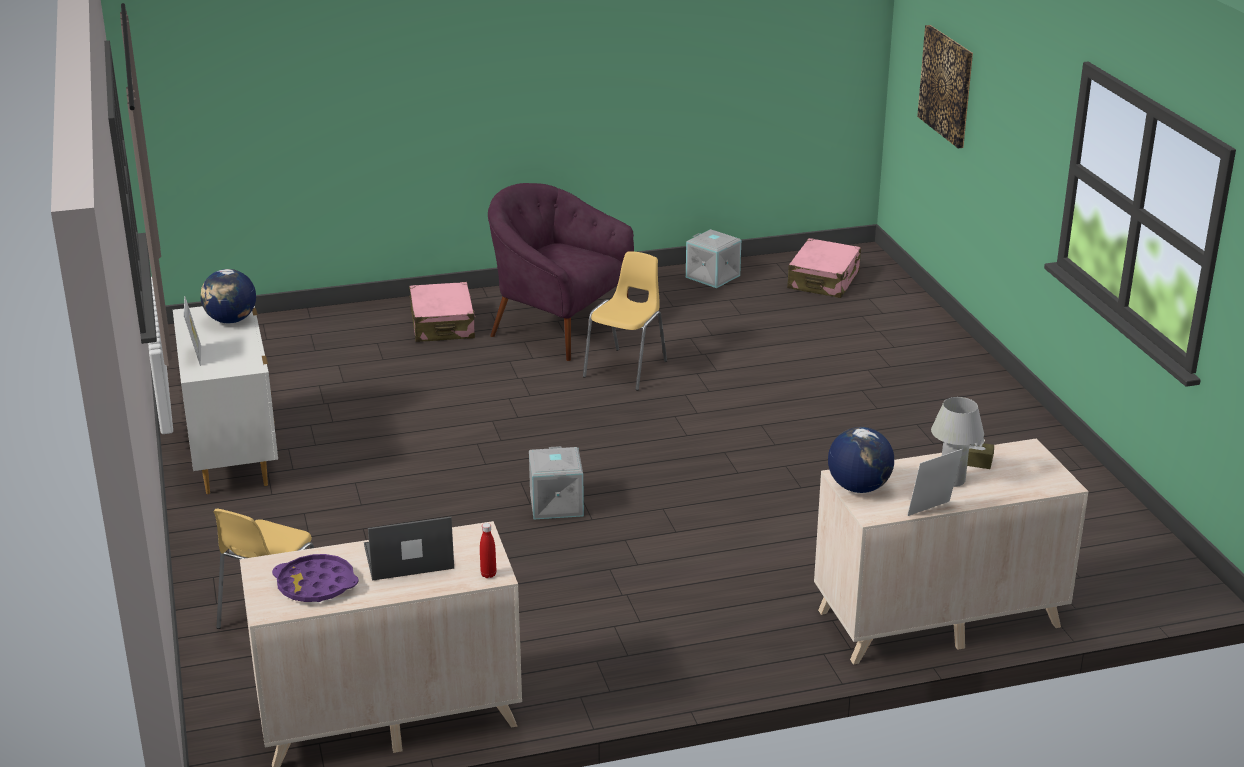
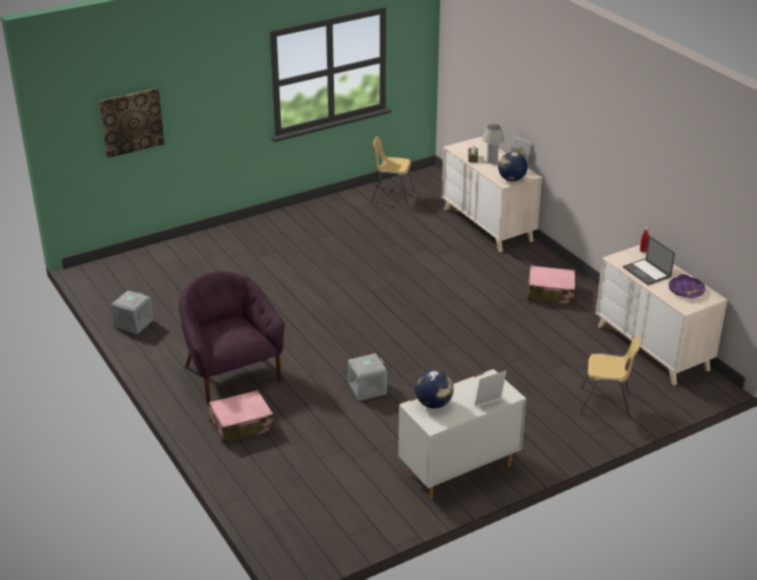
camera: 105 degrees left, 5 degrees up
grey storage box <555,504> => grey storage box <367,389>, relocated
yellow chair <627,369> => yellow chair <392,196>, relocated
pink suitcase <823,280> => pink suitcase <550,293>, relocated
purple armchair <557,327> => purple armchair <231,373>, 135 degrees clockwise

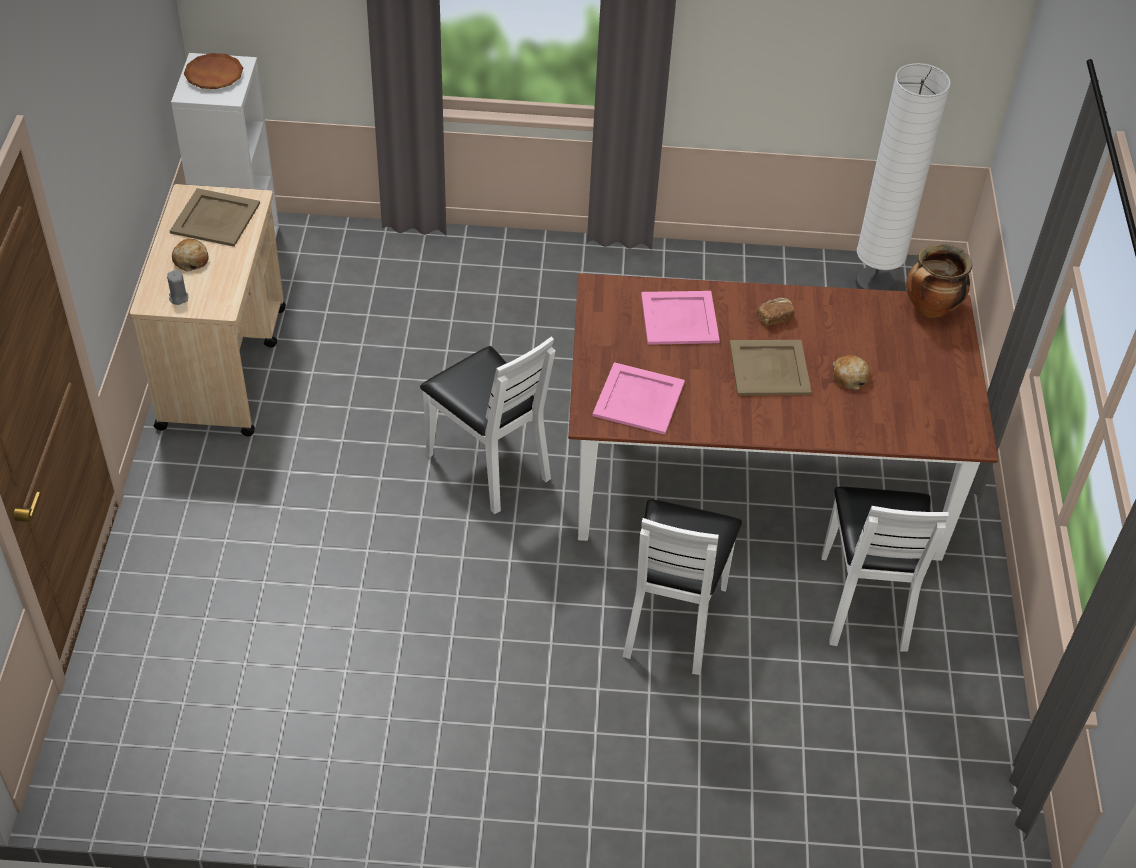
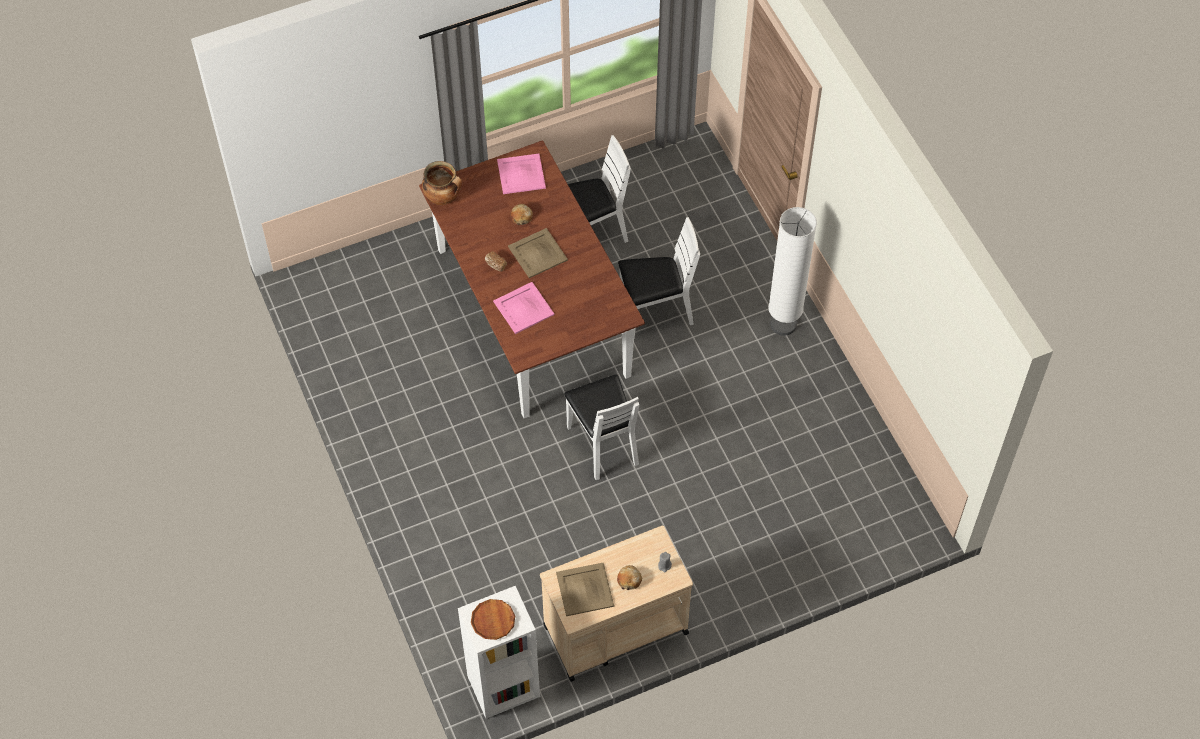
camera: 115 degrees left, 10 degrees up
pink tray <639,399> => pink tray <521,174>, relocated
white floor lamp <874,284> => white floor lamp <783,324>, relocated
white chair <489,464> => white chair <603,444>, 135 degrees clockwise

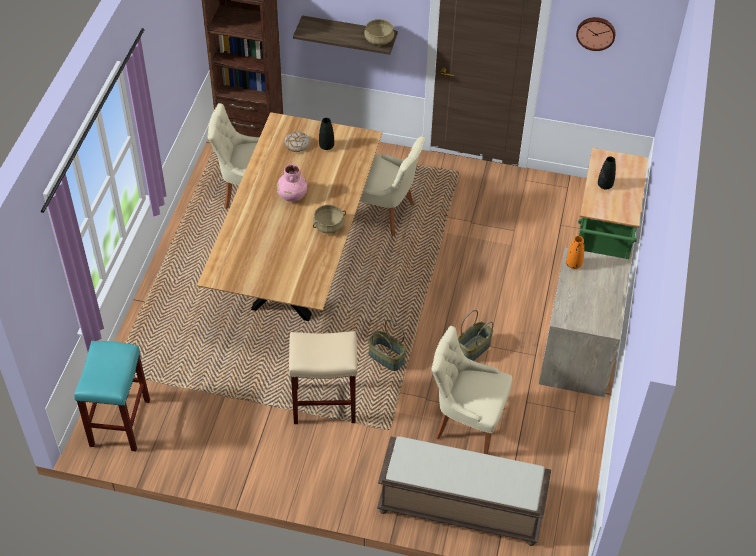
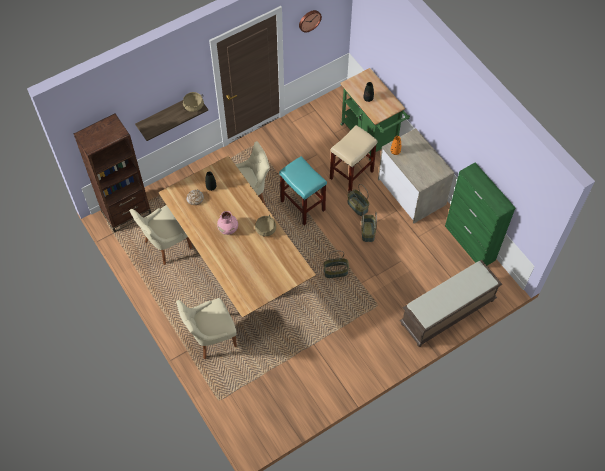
camera: 45 degrees left, 10 degrees up
nothing => basket <358,206>
nothing => green cabinet <470,243>
turquoise stool <120,422> => turquoise stool <302,205>, relocated
beige stool <323,404> => beige stool <351,175>, relocated
beige chair <466,422> => beige chair <211,338>, relocated

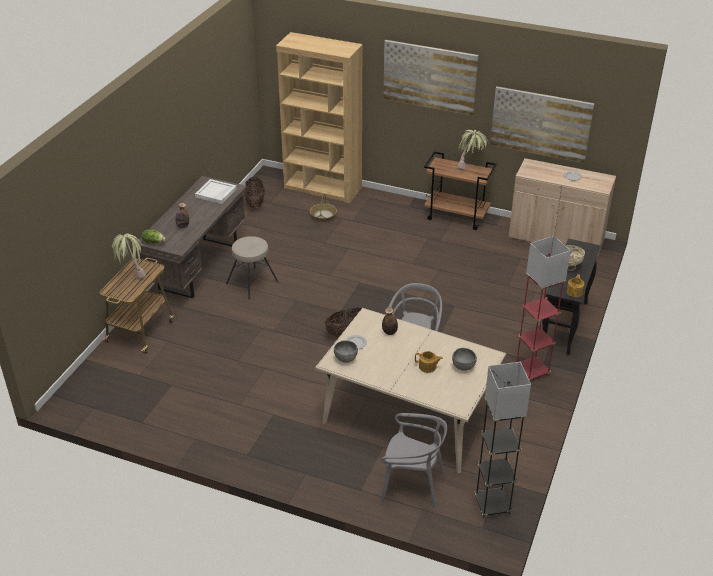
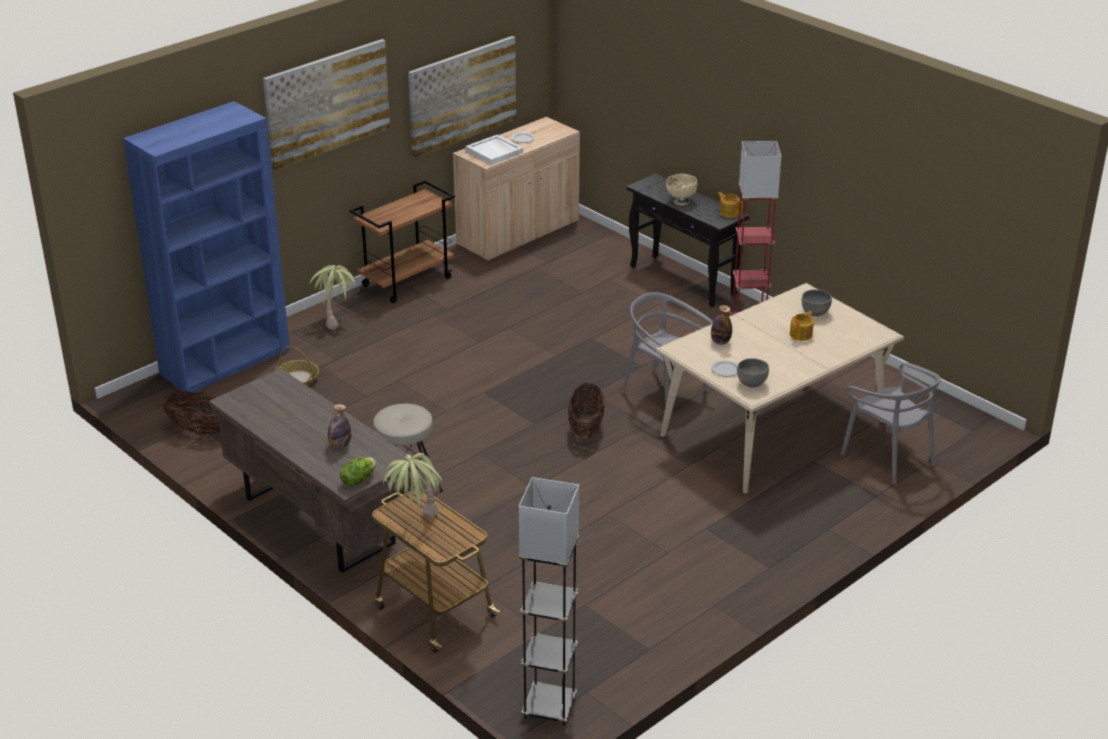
camera: 65 degrees left, 5 degrees down
white tray <216,193> => white tray <495,152>, relocated
potted plant <470,168> => potted plant <337,321>, relocated
grey floor lamp <492,505> => grey floor lamp <549,708>, relocated
brown bookcase <323,188> => blue bookcase <225,362>
grey chair <412,486> => grey chair <888,458>, 105 degrees clockwise

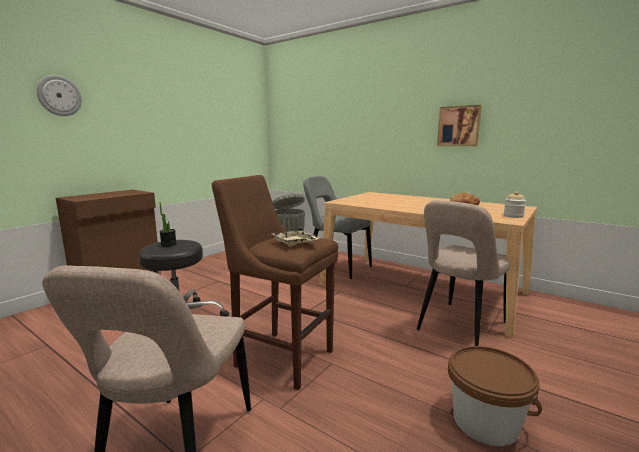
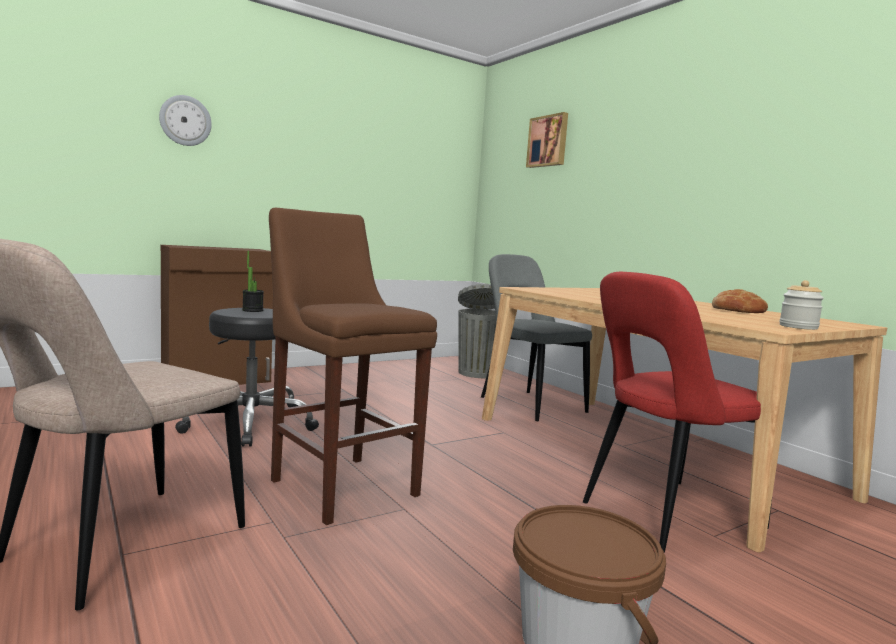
camera: 20 degrees right, 5 degrees down
beige tray <294,243> => nothing
picture <459,126> => picture <548,141>, relocated
beige chair <459,327> => red chair <664,516>

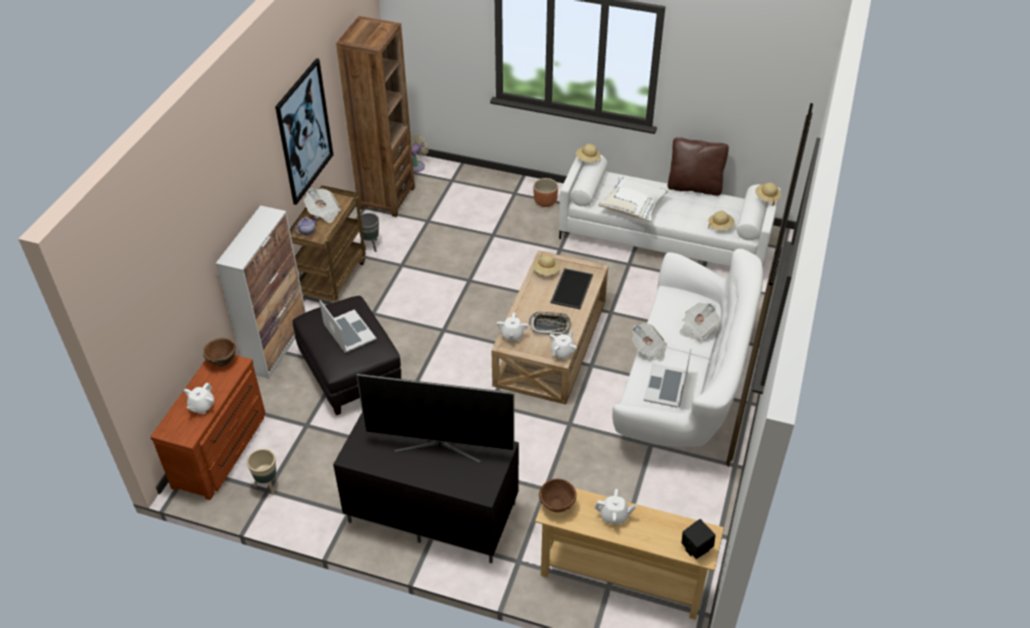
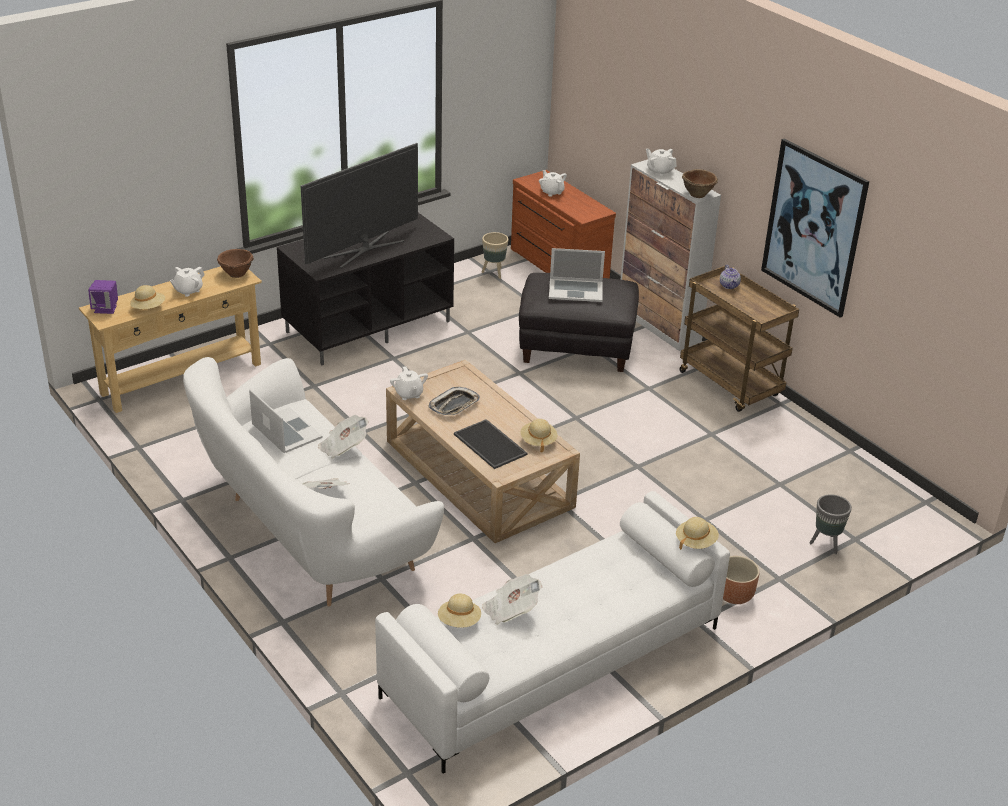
camera: 125 degrees right, 10 degrees down
brown bookcase <386,198> => nothing
beige fan <417,165> => nothing
white pillow <633,207> => nothing
brown pillow <694,187> => nothing
brown bowl <222,361> => brown bowl <697,194>, relocated
newspaper <323,212> => newspaper <510,610>, relocated
grey planter <371,246> => grey planter <825,544>, relocated
white teapot <512,335> => white teapot <659,171>, relocated
beige hat <767,198> => beige hat <148,308>, relocated
black speaker <695,548> => purple speaker <106,309>

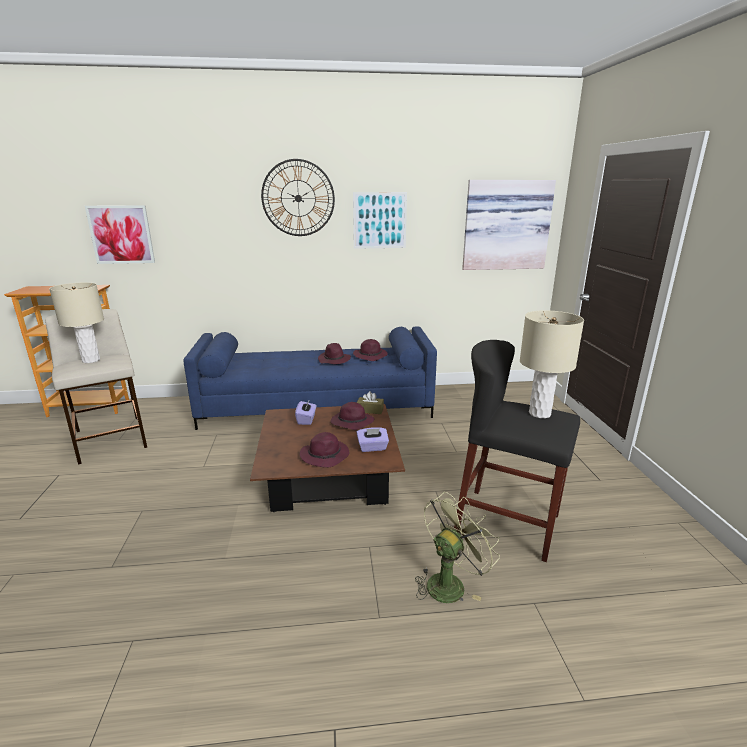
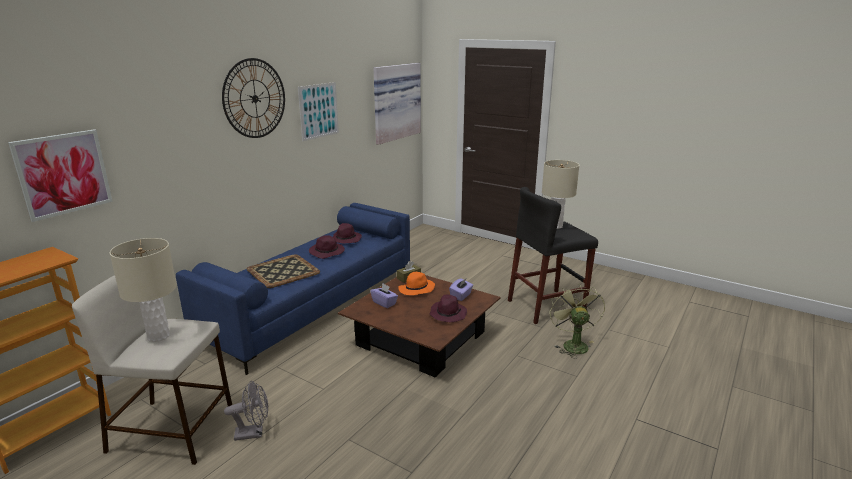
camera: 50 degrees left, 0 degrees up
nothing => grey fan <253,433>
nothing => tray <283,271>
purple hat <351,423> => orange hat <416,290>

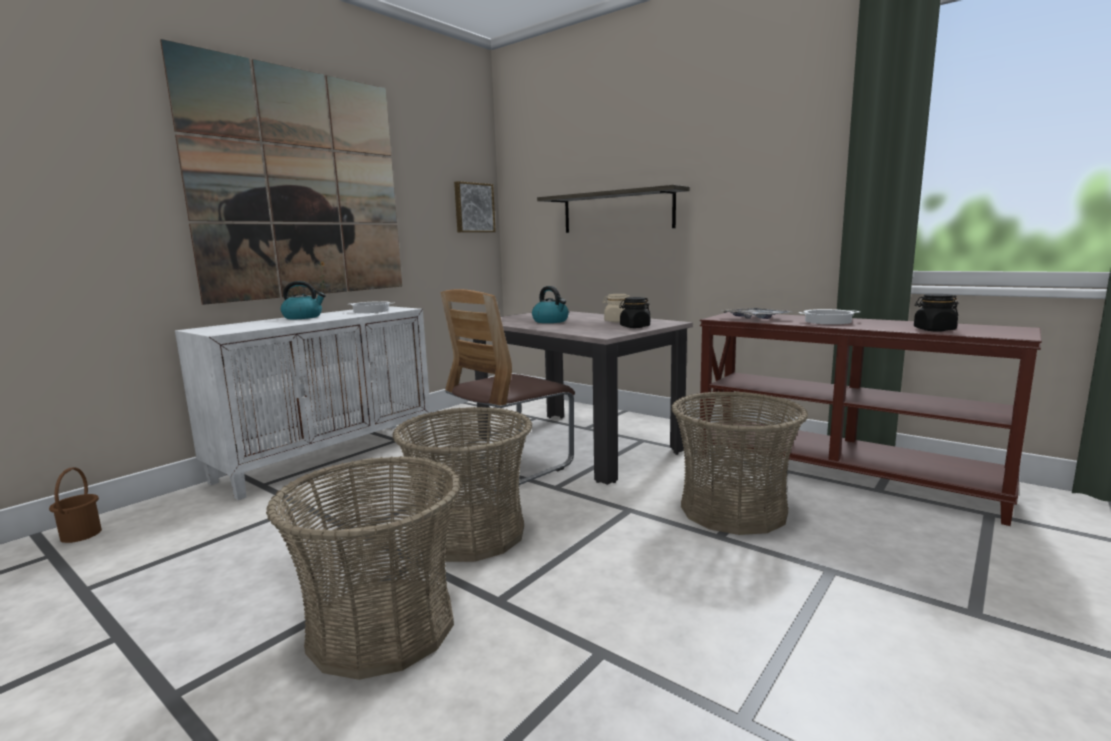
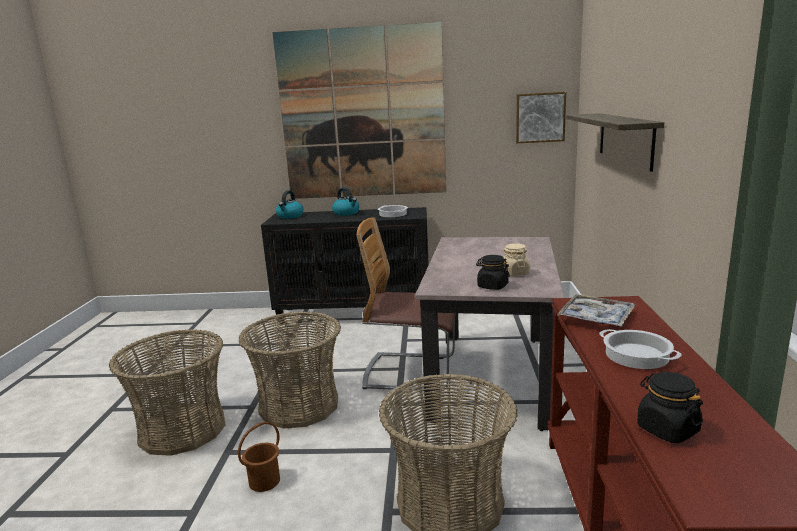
camera: 55 degrees right, 5 degrees up
brown bucket <82,534> => brown bucket <265,481>, relocated
kettle <551,321> => kettle <290,216>, relocated
white cabinet <328,456> => black cabinet <355,314>

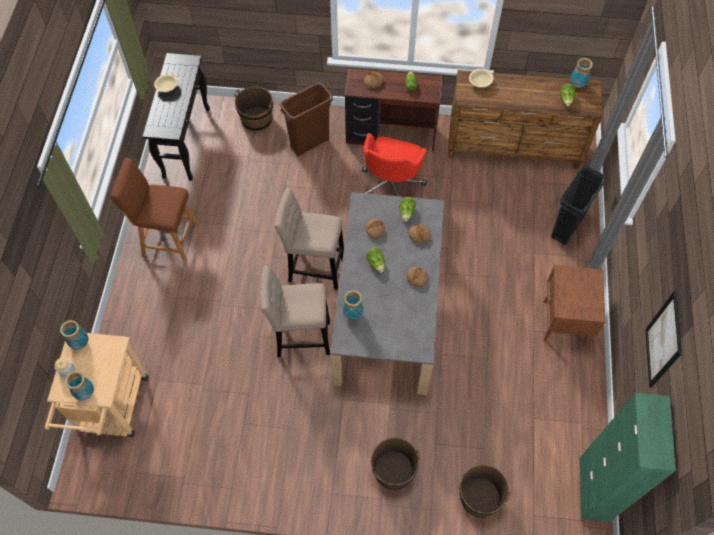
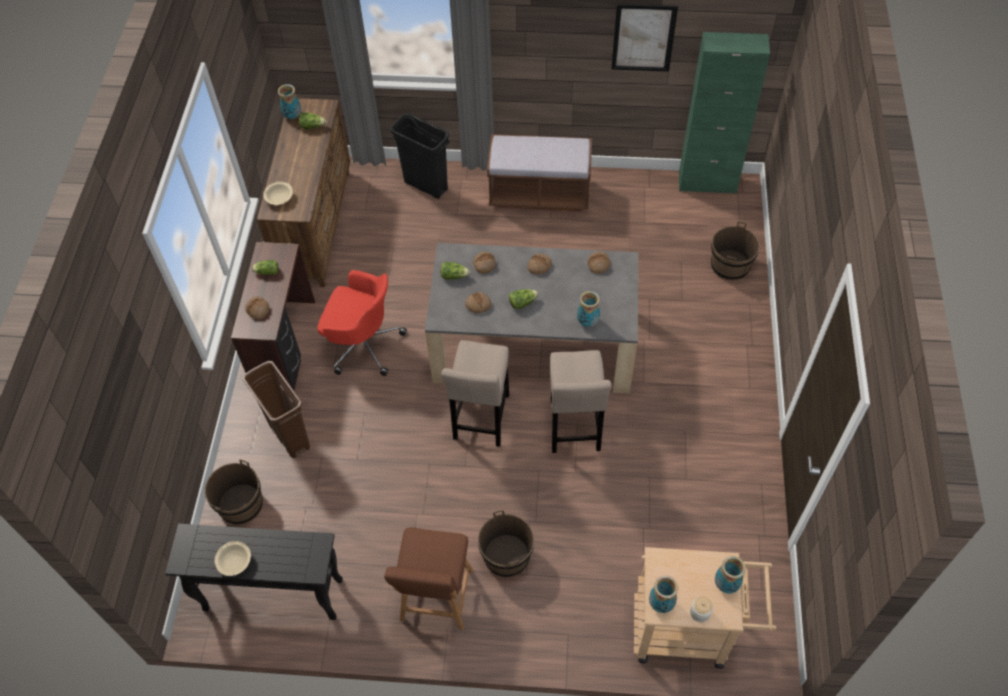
camera: 90 degrees left, 5 degrees down
nothing => bread <598,264>
brown bucket <393,470> => brown bucket <506,556>, relocated
brown nightstand <564,323> => brown bench <539,194>

